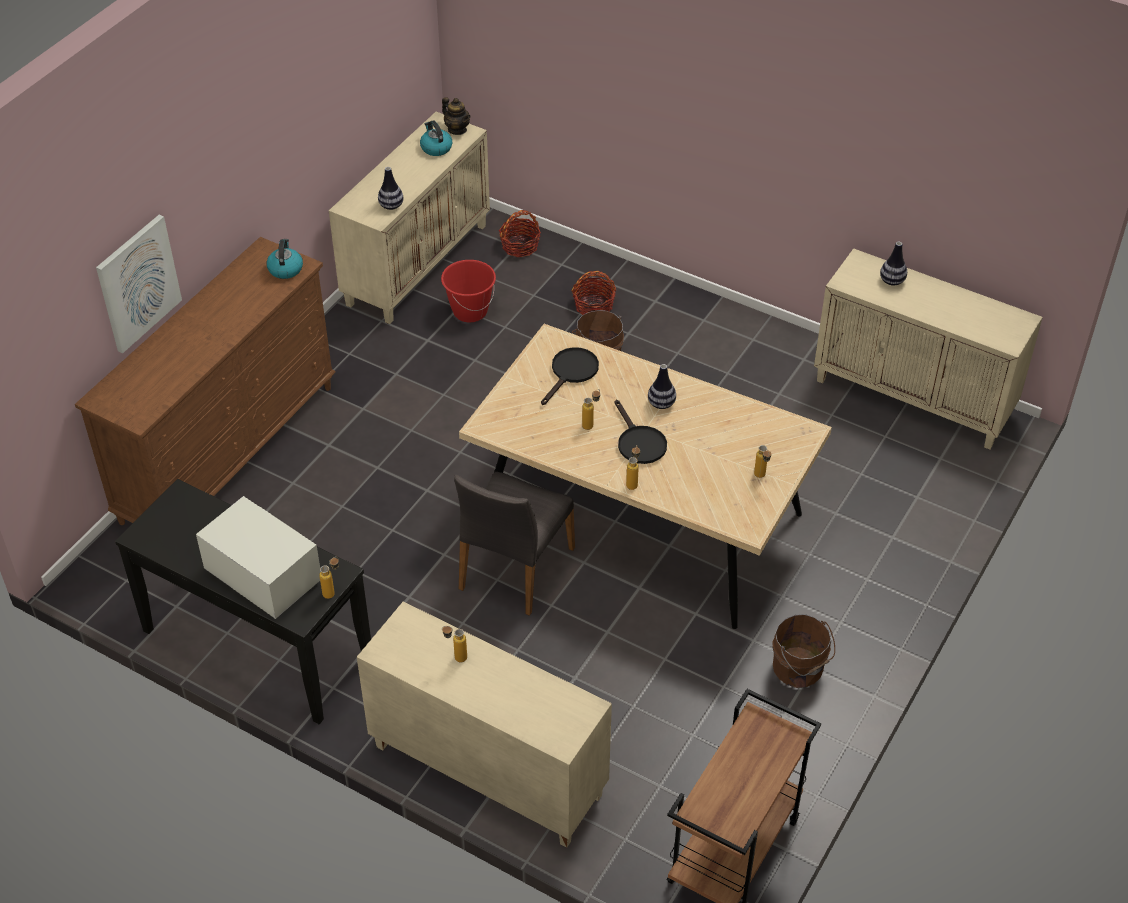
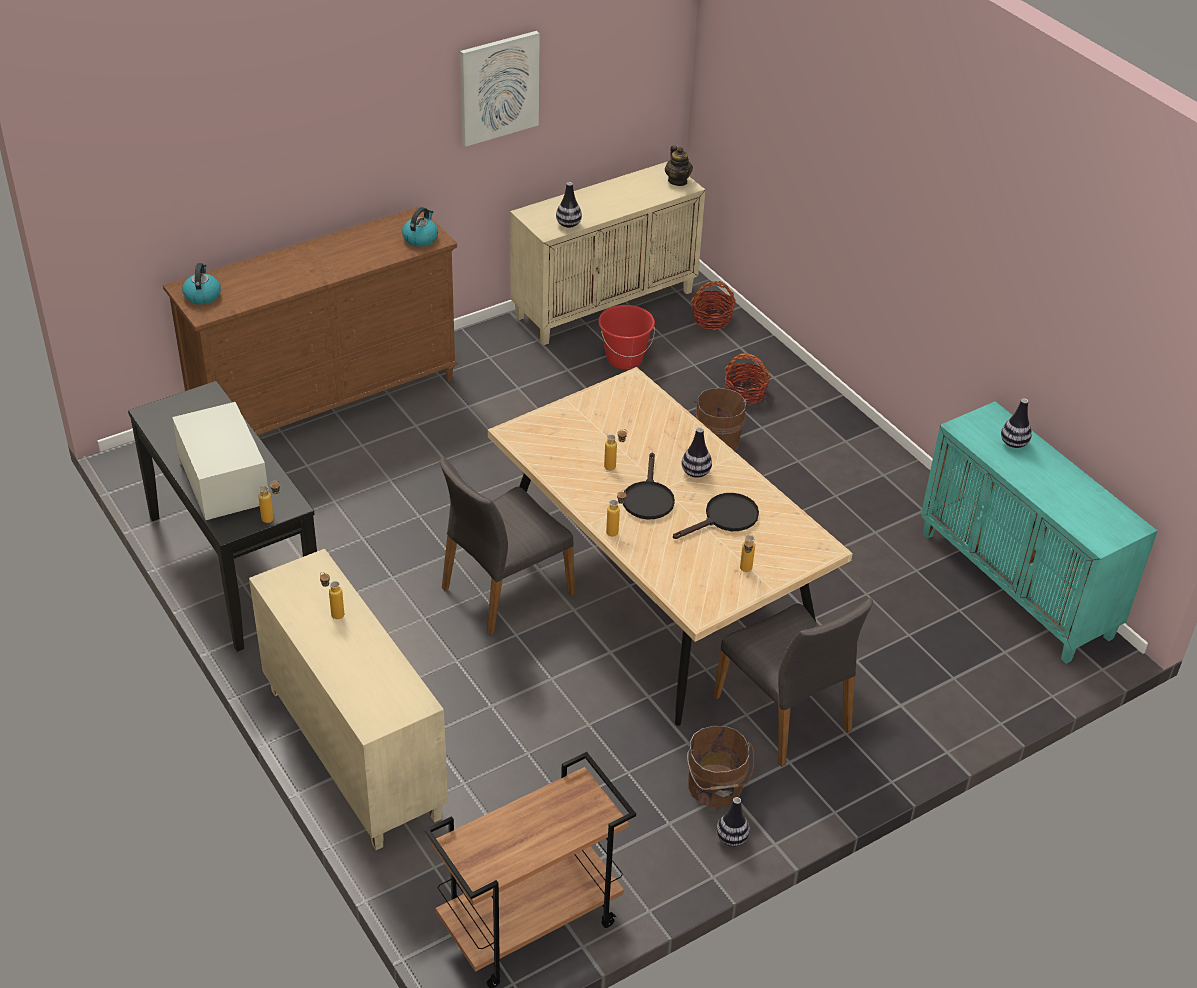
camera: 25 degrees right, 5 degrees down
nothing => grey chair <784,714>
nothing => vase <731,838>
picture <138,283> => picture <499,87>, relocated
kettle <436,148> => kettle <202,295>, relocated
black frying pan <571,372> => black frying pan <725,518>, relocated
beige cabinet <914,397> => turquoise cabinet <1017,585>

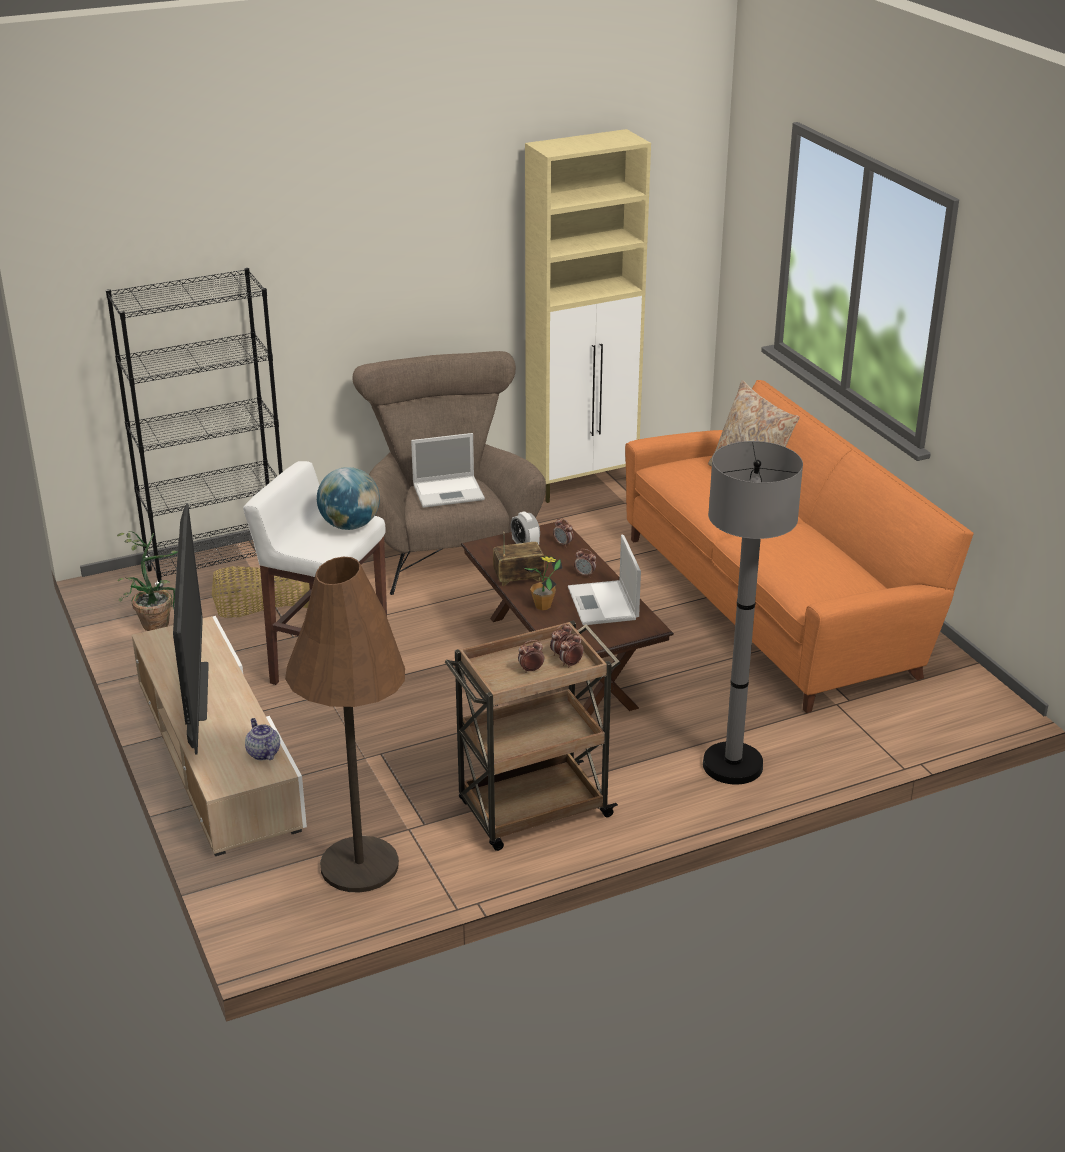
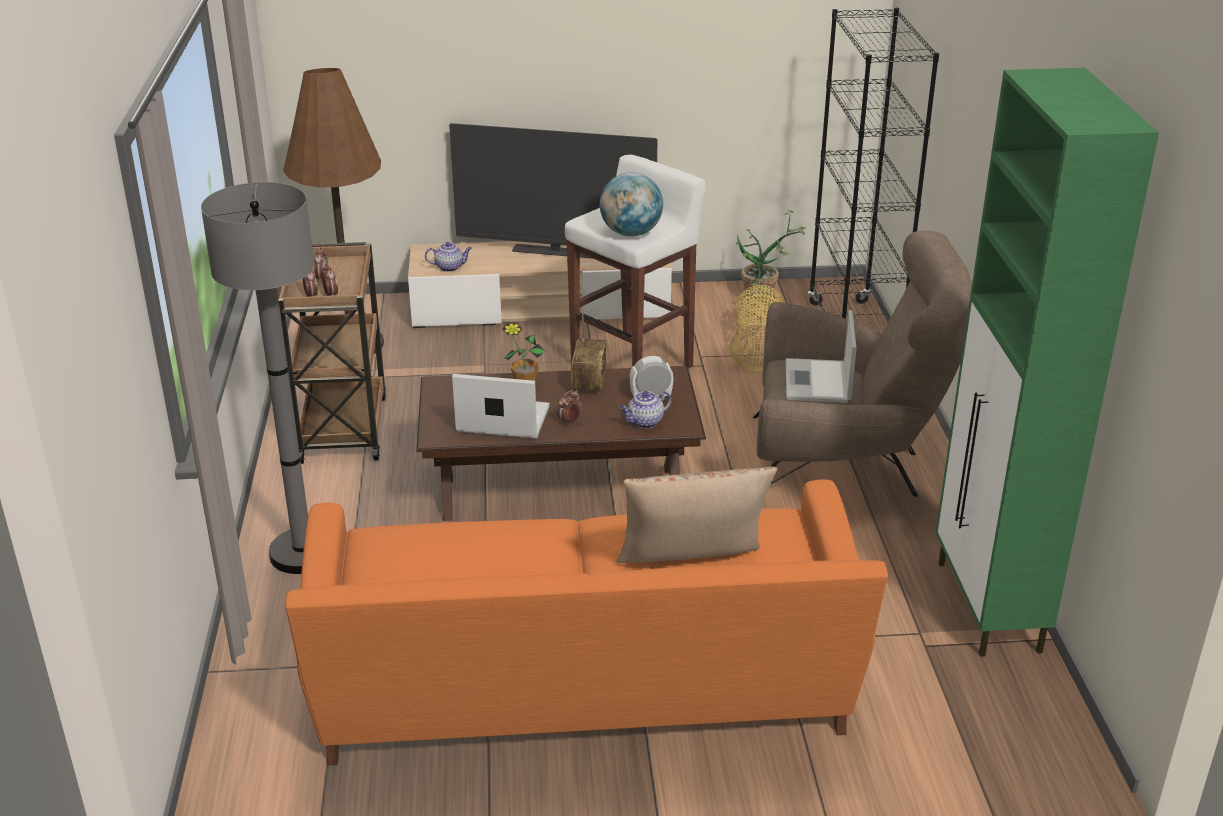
camera: 110 degrees right, 0 degrees up
alarm clock <563,544> => teapot <645,422>
beige cabinet <583,484> => green cabinet <988,607>

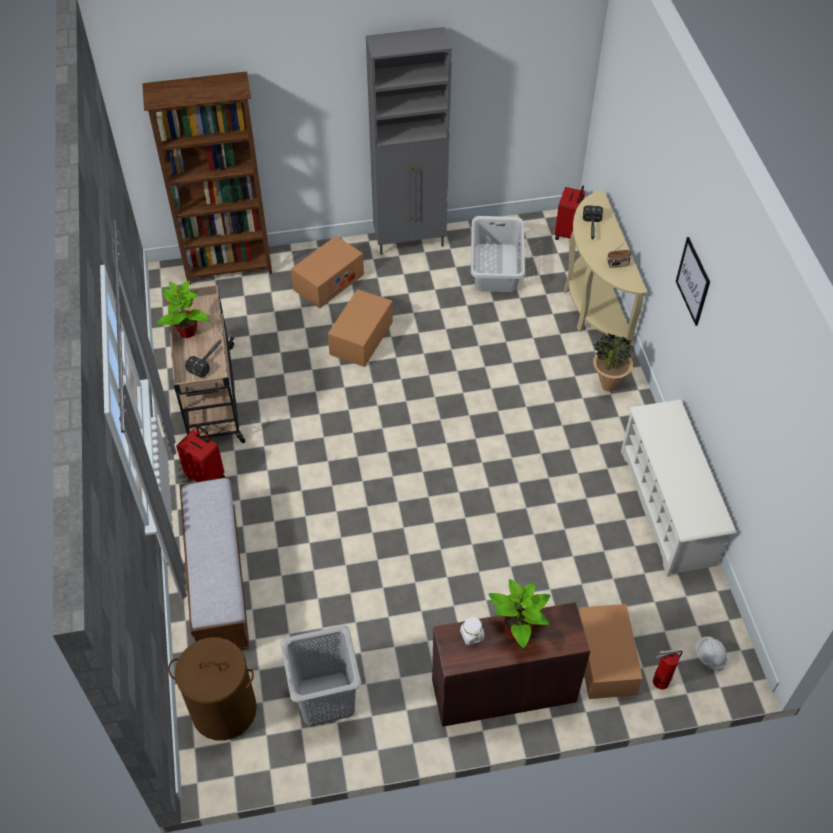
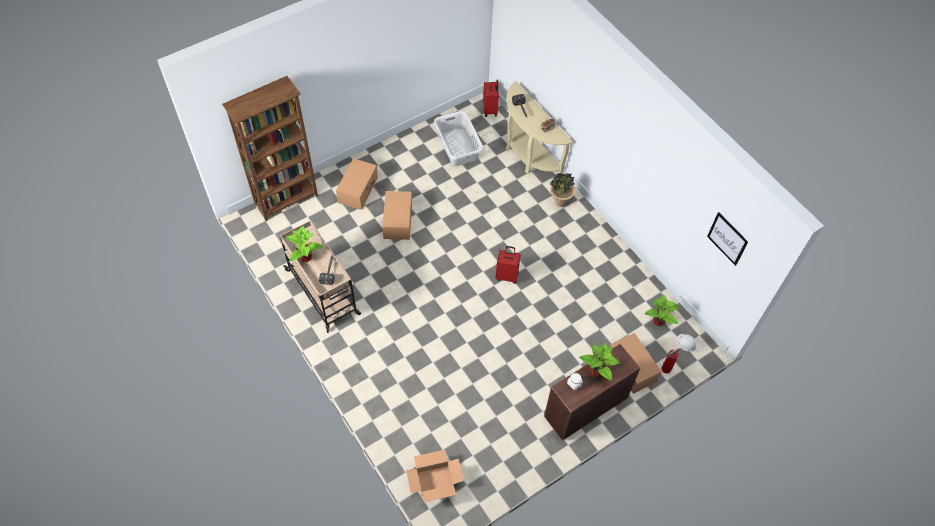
camera: 25 degrees left, 5 degrees up
bench <218,581> => nothing
grey laundry basket <325,698> => nothing
grey cabinet <410,241> => nothing
white shoe rack <667,508> => nothing
nothing => potted plant <659,321>
red suitcase <206,476> => red suitcase <507,276>, relocated
picture <693,281> => picture <727,238>, relocated
brown laundry basket <223,710> => cardboard box <434,480>

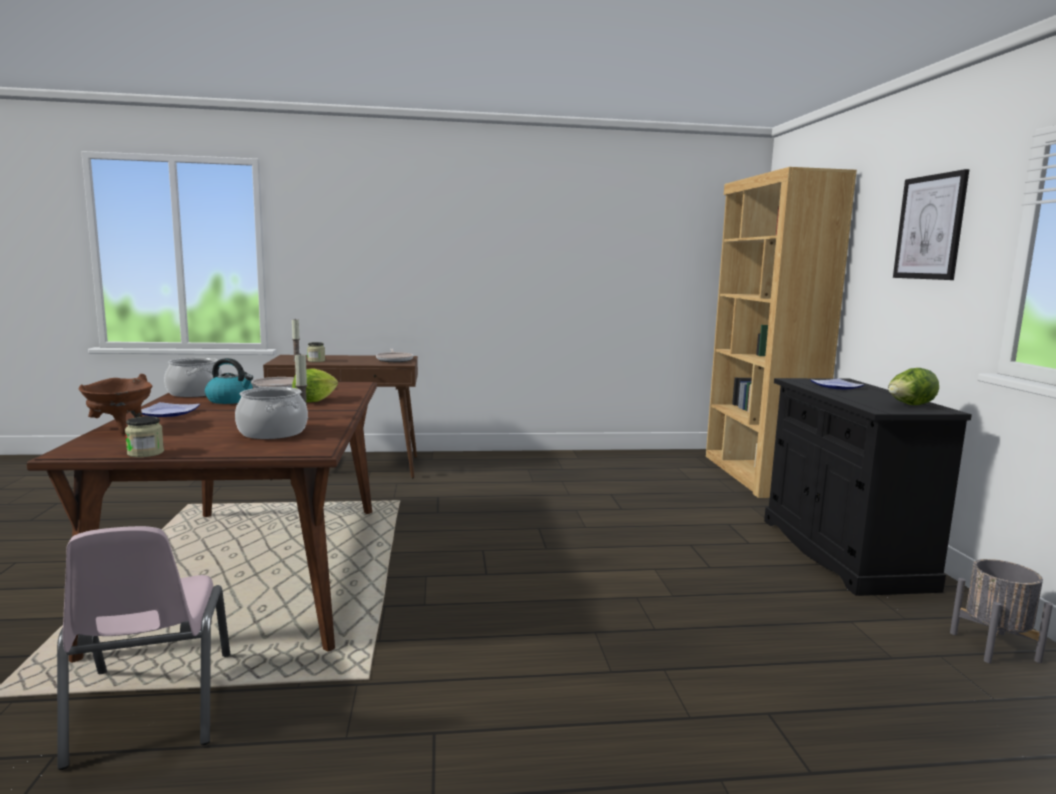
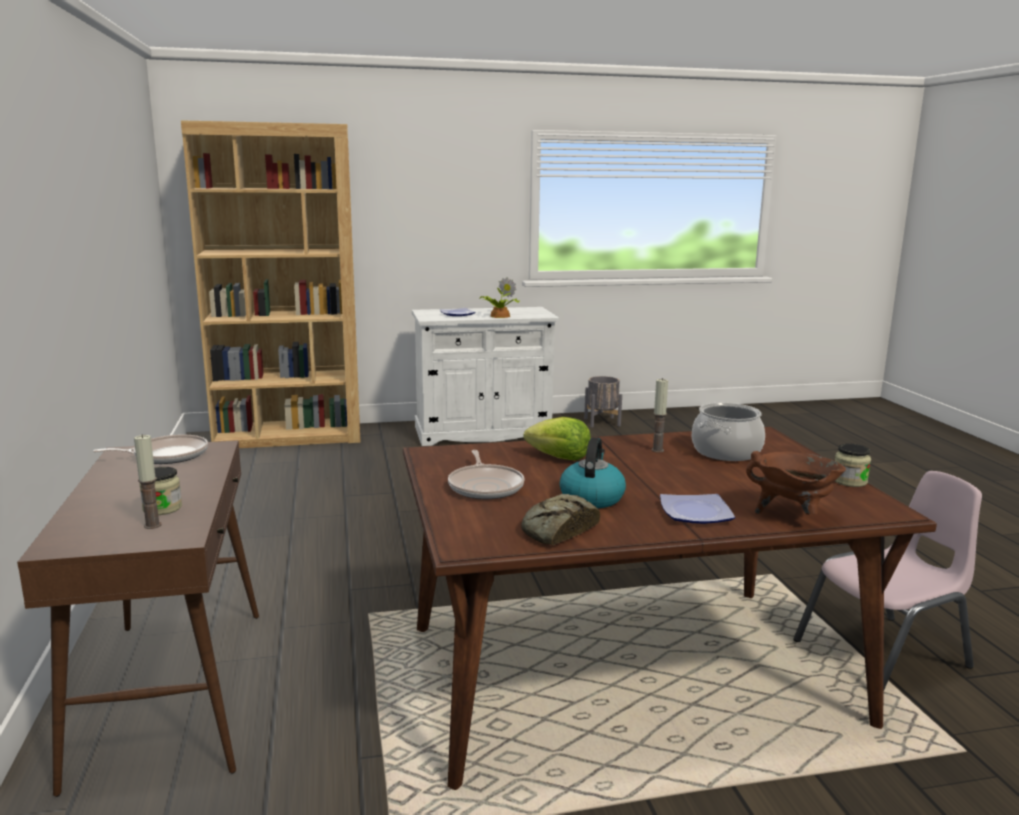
camera: 95 degrees left, 5 degrees up
lettuce <909,405> => nothing
picture <930,227> => nothing
nothing => potted plant <498,316>
cooking pot <195,393> => bread <557,530>
black cabinet <842,553> => white cabinet <483,432>

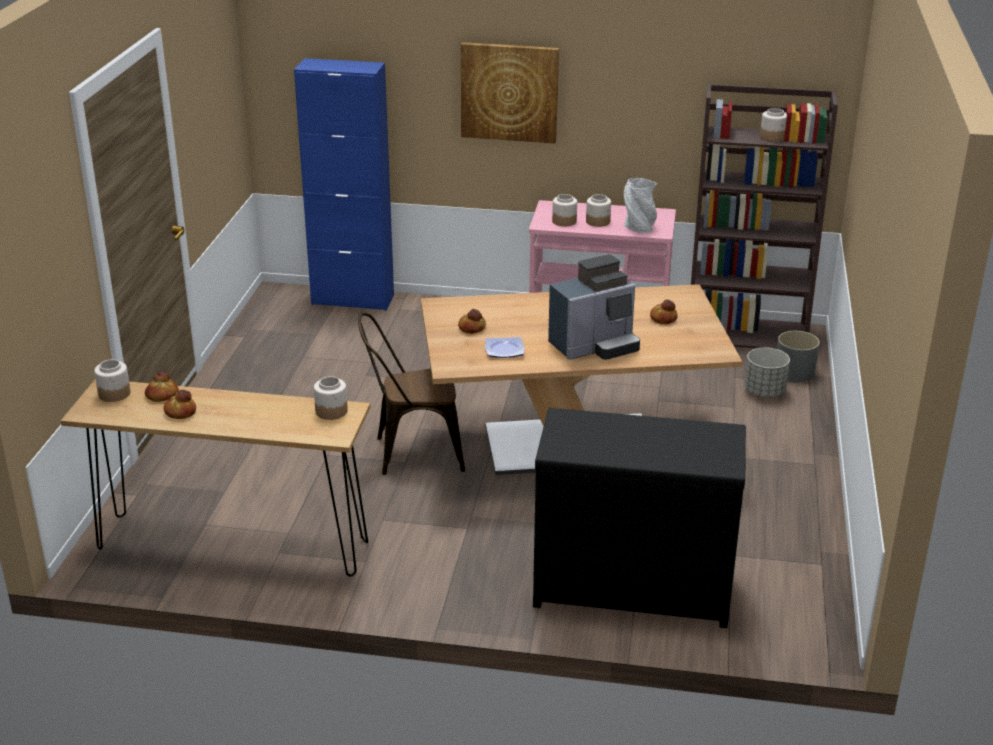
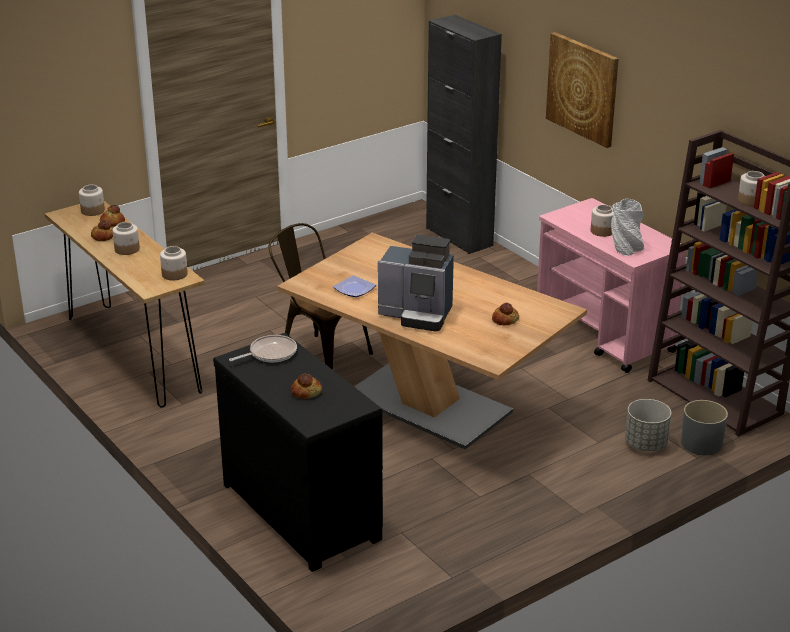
camera: 45 degrees right, 0 degrees up
nothing => frying pan <270,353>
bread <471,328> => bread <306,392>, relocated
jar <564,221> => jar <127,249>, relocated
blue cabinet <352,300> => black cabinet <459,237>

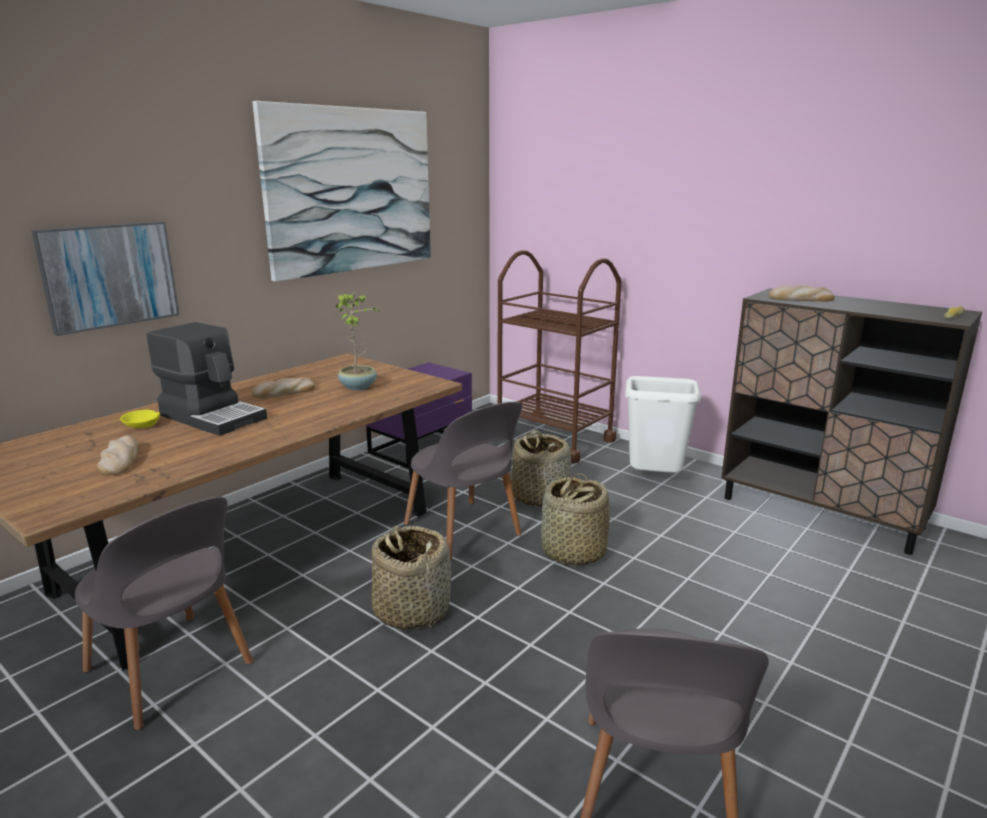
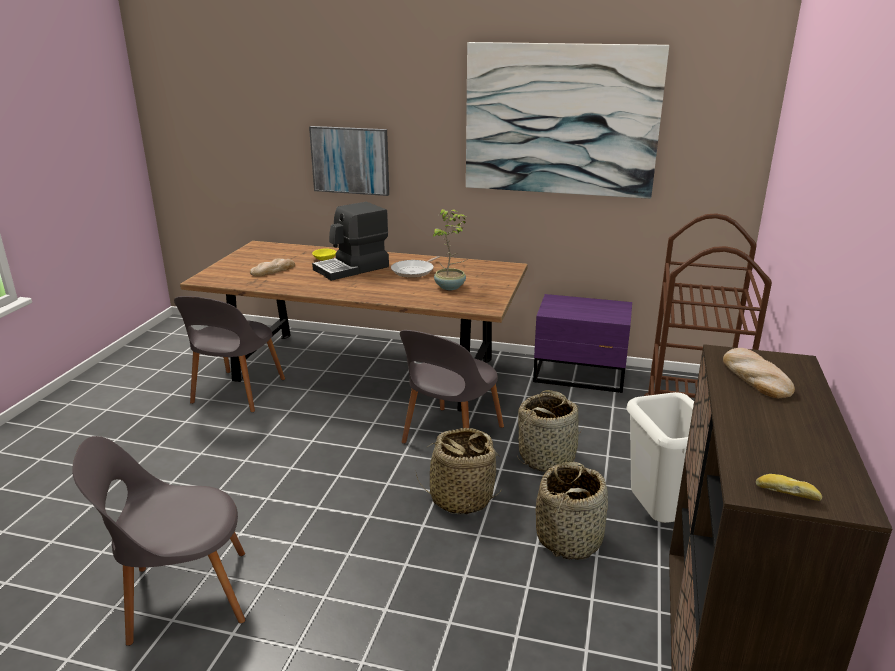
camera: 65 degrees right, 5 degrees up
basket <411,610> => basket <569,538>, relocated
bread <284,392> => frying pan <414,271>
coffee machine <213,416> => coffee machine <352,268>, 45 degrees clockwise

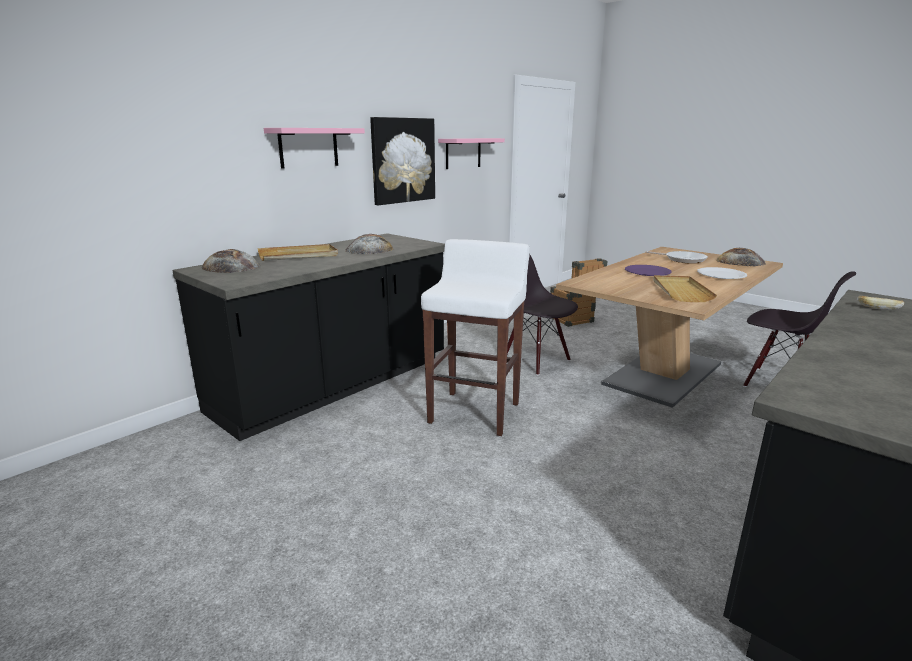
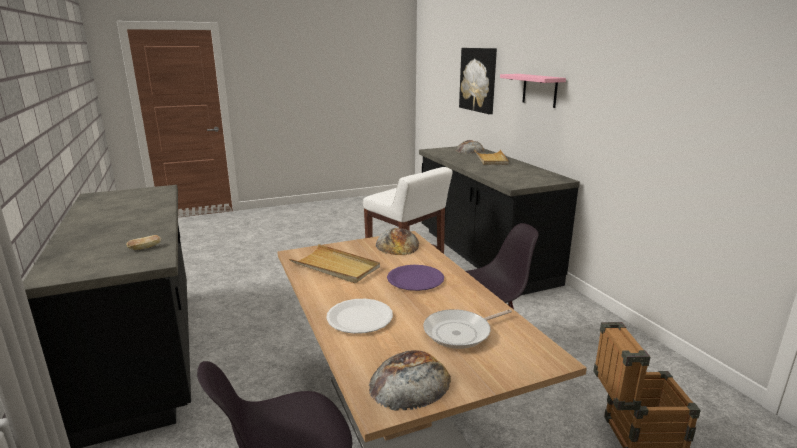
camera: 115 degrees right, 0 degrees up
pink shelf <463,153> => nothing
bread <369,249> => bread <397,244>, relocated
picture <403,160> => picture <478,80>, relocated

